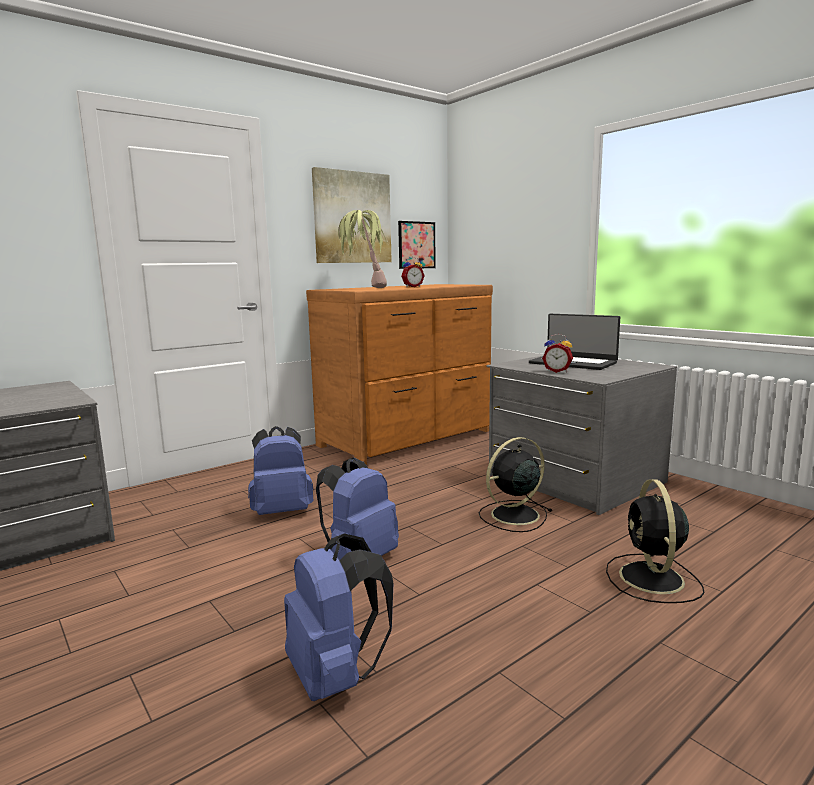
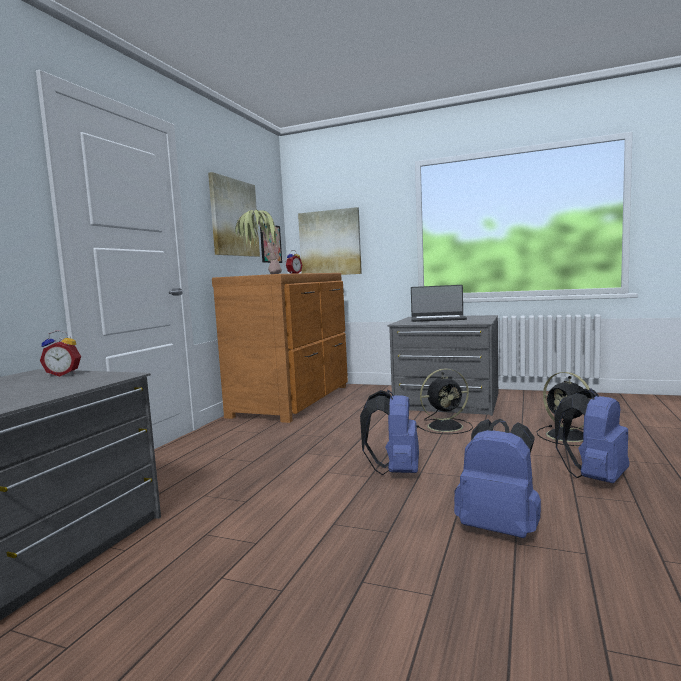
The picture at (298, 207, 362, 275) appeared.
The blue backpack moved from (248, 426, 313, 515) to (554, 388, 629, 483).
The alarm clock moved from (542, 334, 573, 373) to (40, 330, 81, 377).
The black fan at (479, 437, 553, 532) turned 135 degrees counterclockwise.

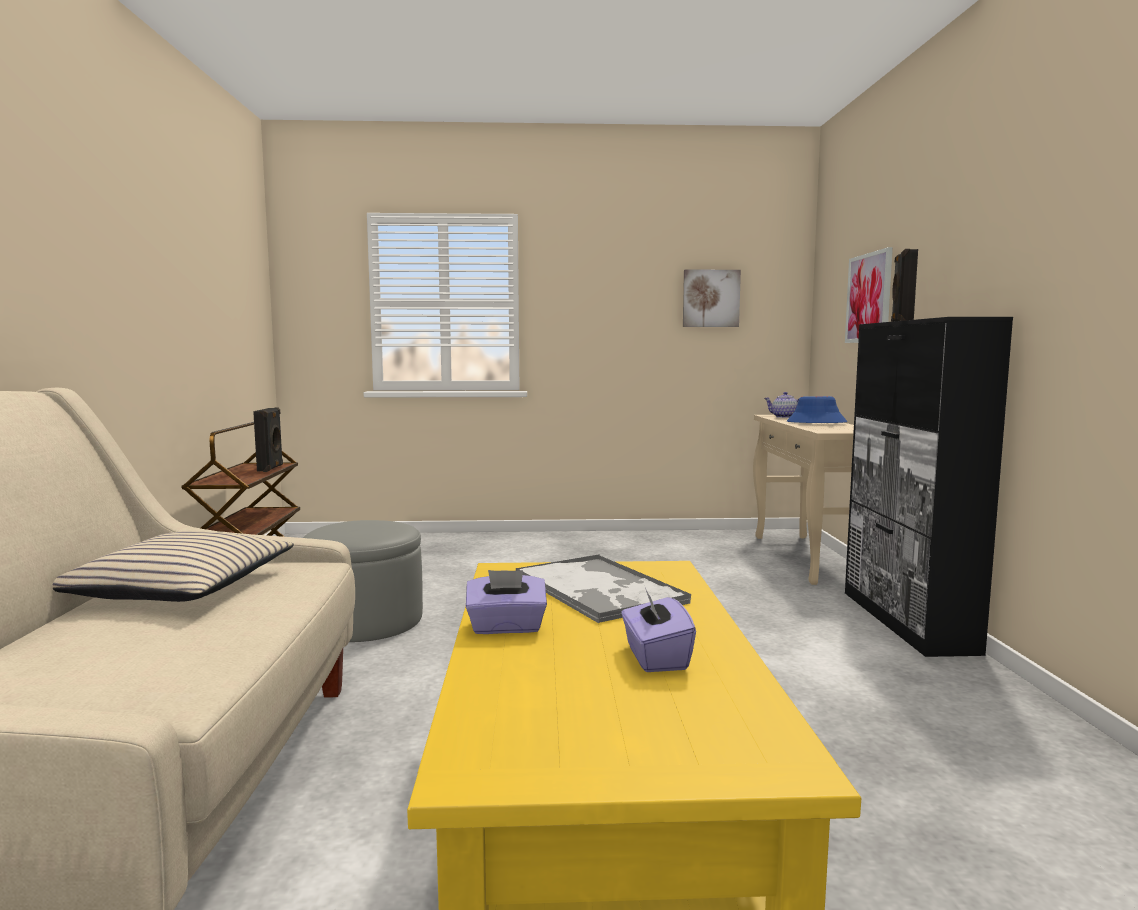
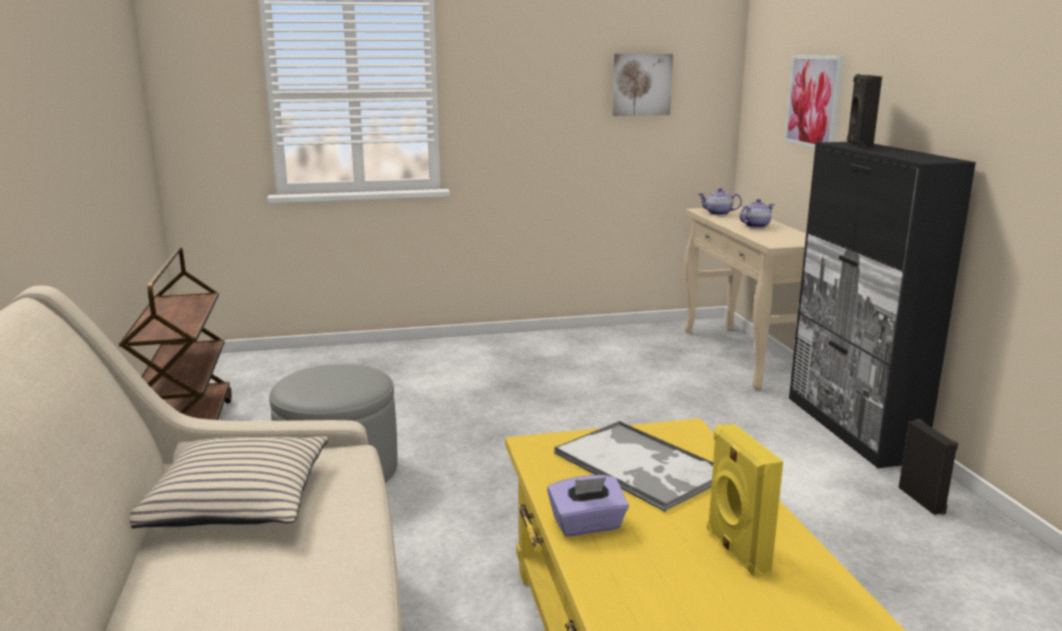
The black speaker moved from (253, 407, 283, 472) to (898, 419, 958, 515).
The purple tissue box at (621, 588, 696, 672) was replaced by the yellow speaker at (707, 424, 783, 577).
The blue hat at (787, 396, 847, 423) was replaced by the teapot at (740, 199, 775, 228).

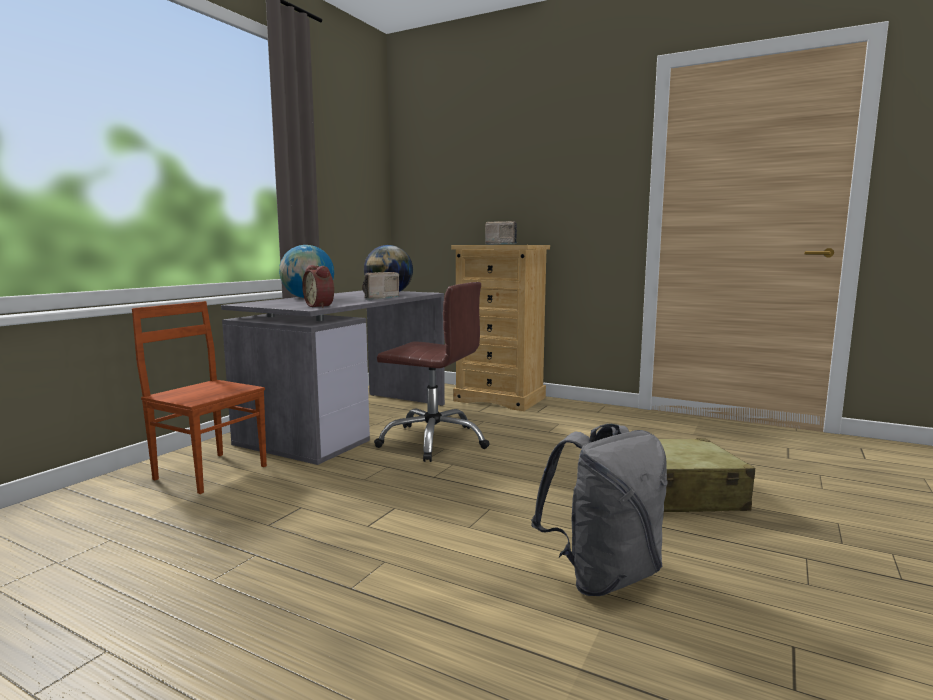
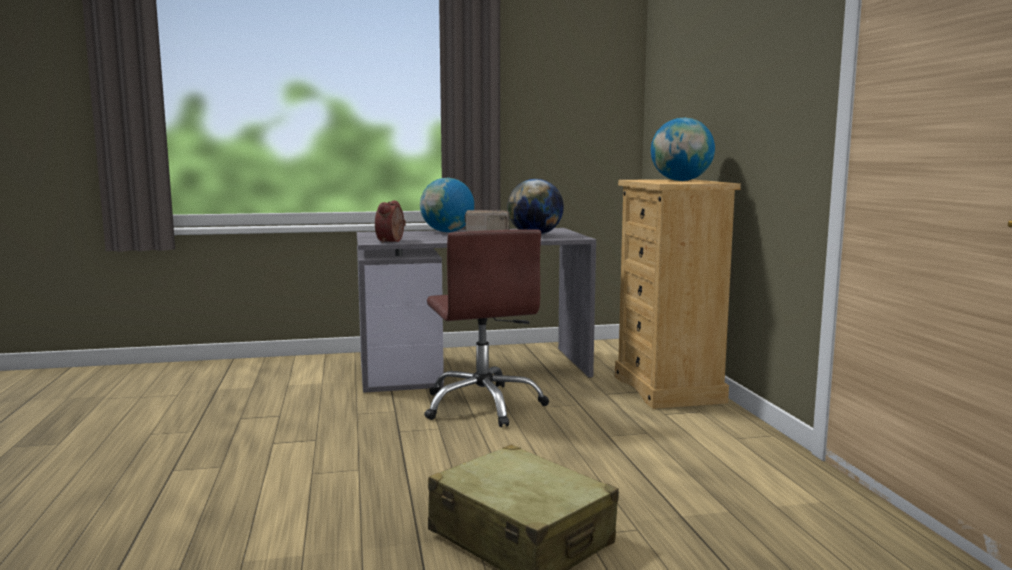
The brown chair at (132, 301, 267, 494) disappeared.
The grey backpack at (531, 424, 668, 596) disappeared.
The radio at (485, 221, 517, 245) was replaced by the globe at (651, 118, 715, 181).

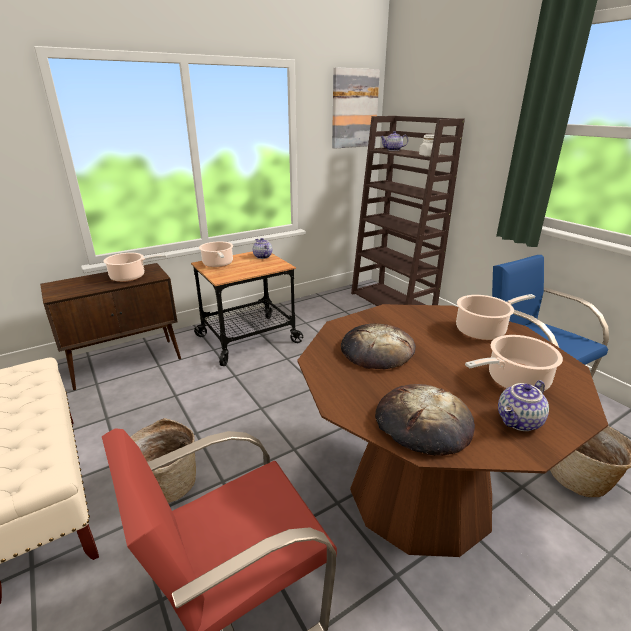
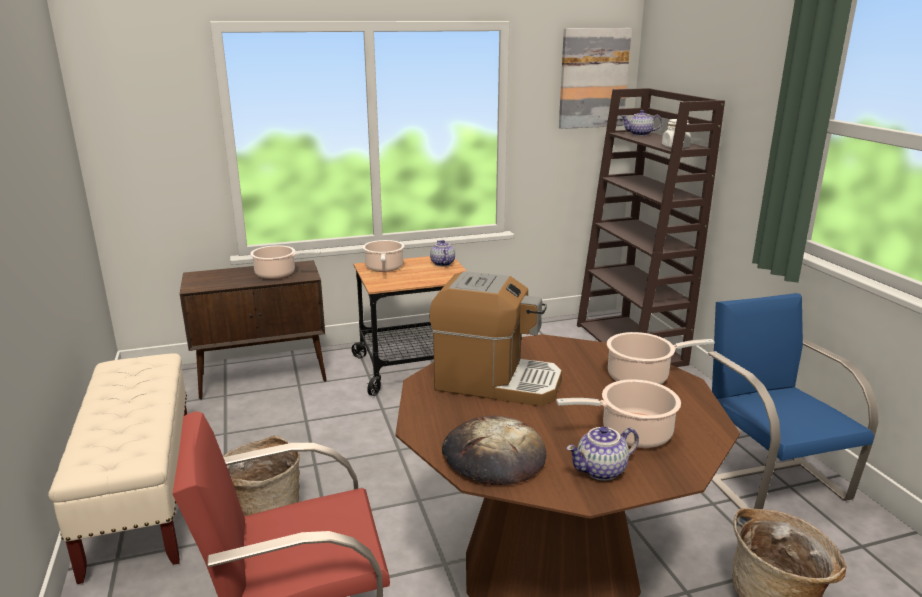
The bread at (341, 324, 416, 369) was replaced by the coffee machine at (429, 271, 562, 406).

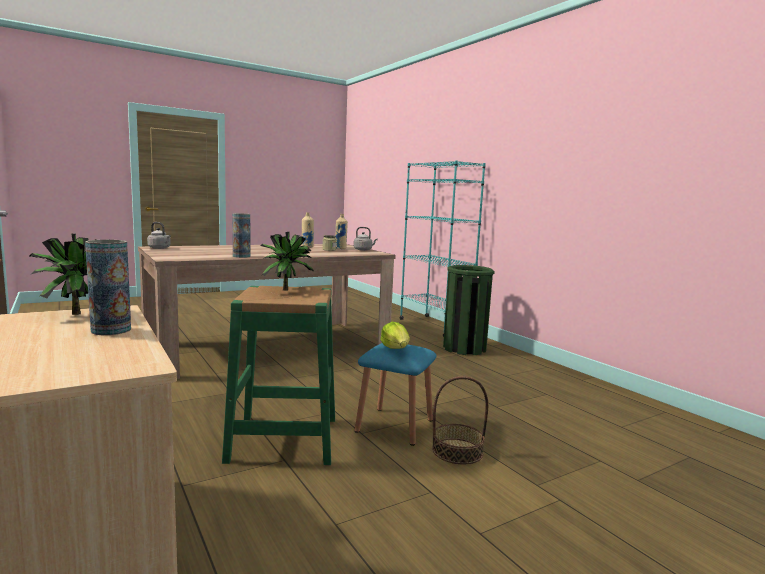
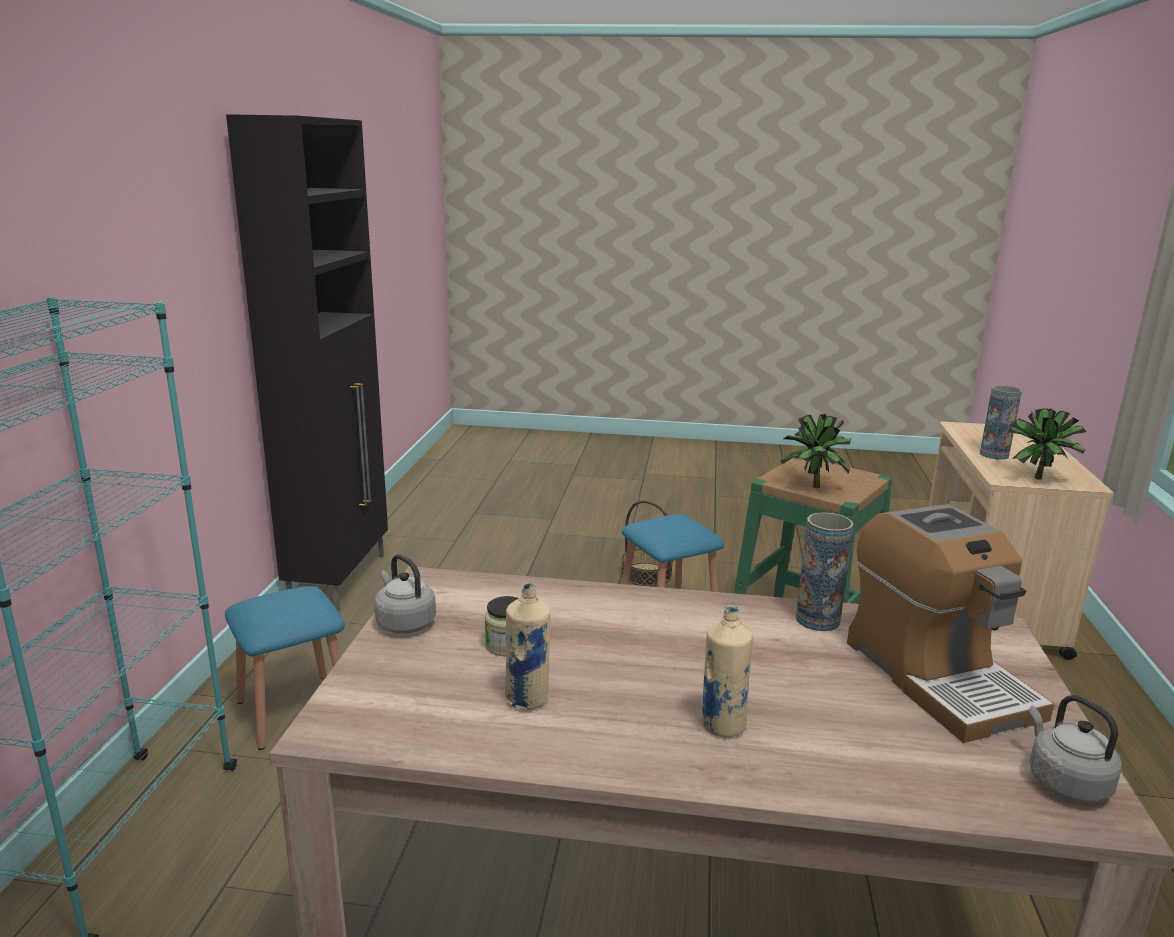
The lettuce at (380, 322, 410, 349) disappeared.
The black cabinet at (226, 114, 388, 611) appeared.
The coffee machine at (847, 504, 1054, 743) appeared.
The beige bottle moved from (335, 214, 348, 249) to (701, 605, 753, 738).
The green trash can at (443, 265, 495, 355) was replaced by the blue stool at (225, 586, 345, 750).

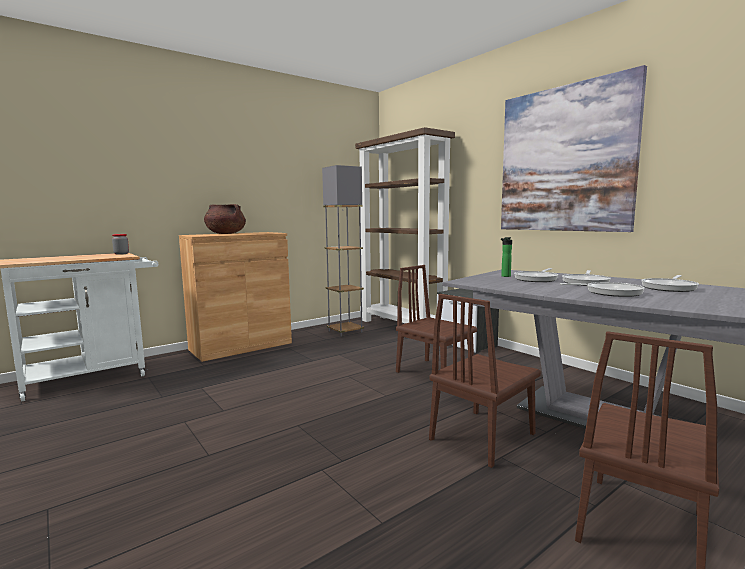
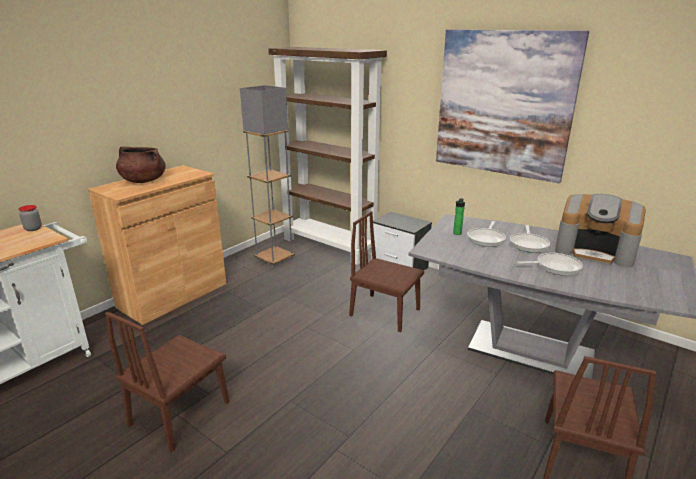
The brown chair moved from (429, 294, 541, 468) to (105, 312, 230, 453).
The frying pan at (641, 275, 699, 292) was replaced by the coffee machine at (555, 194, 646, 268).

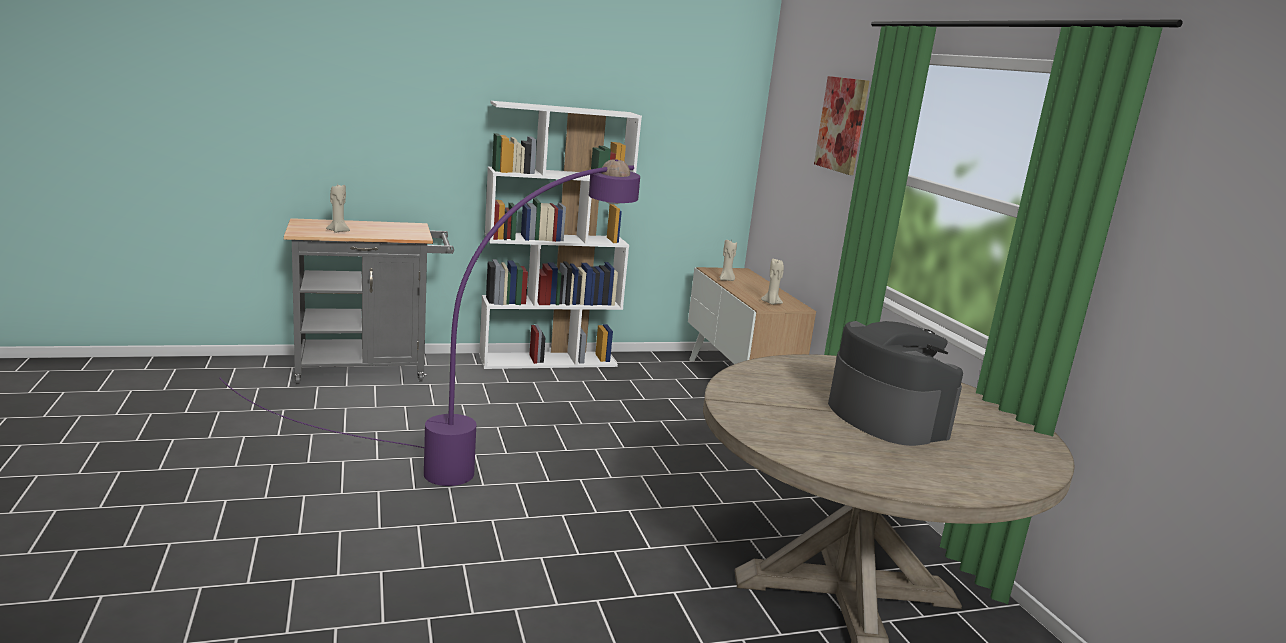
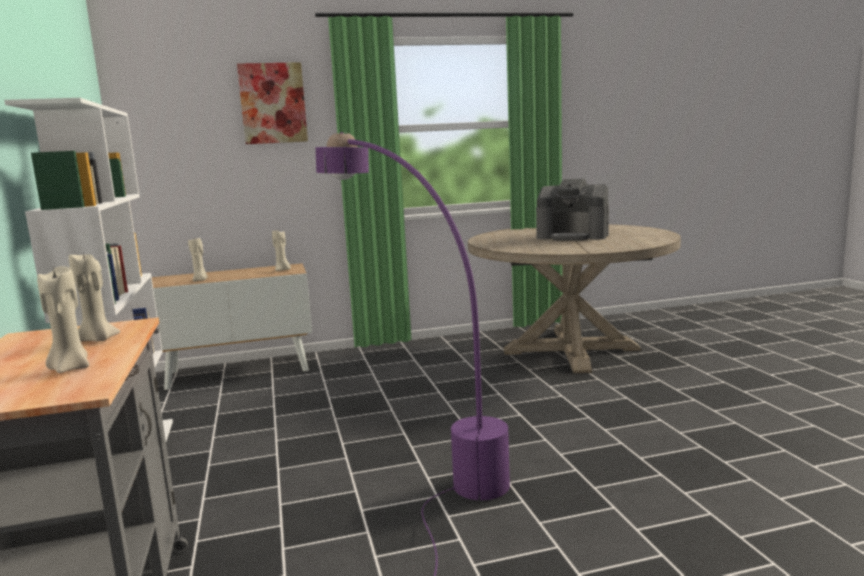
The beige candle at (69, 252, 120, 341) appeared.
The coffee machine at (828, 321, 963, 446) turned 135 degrees counterclockwise.

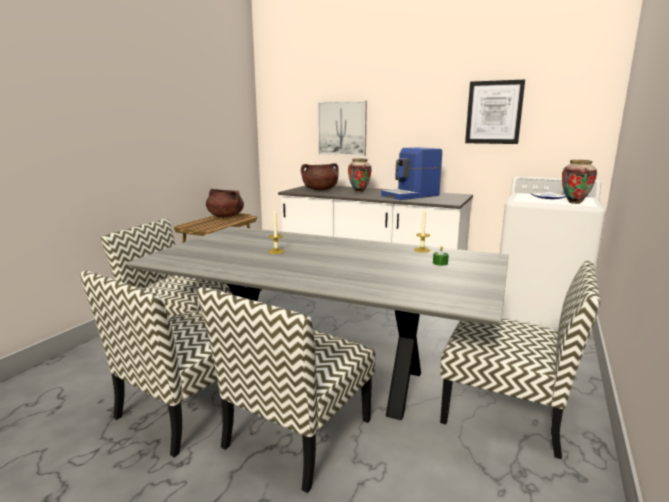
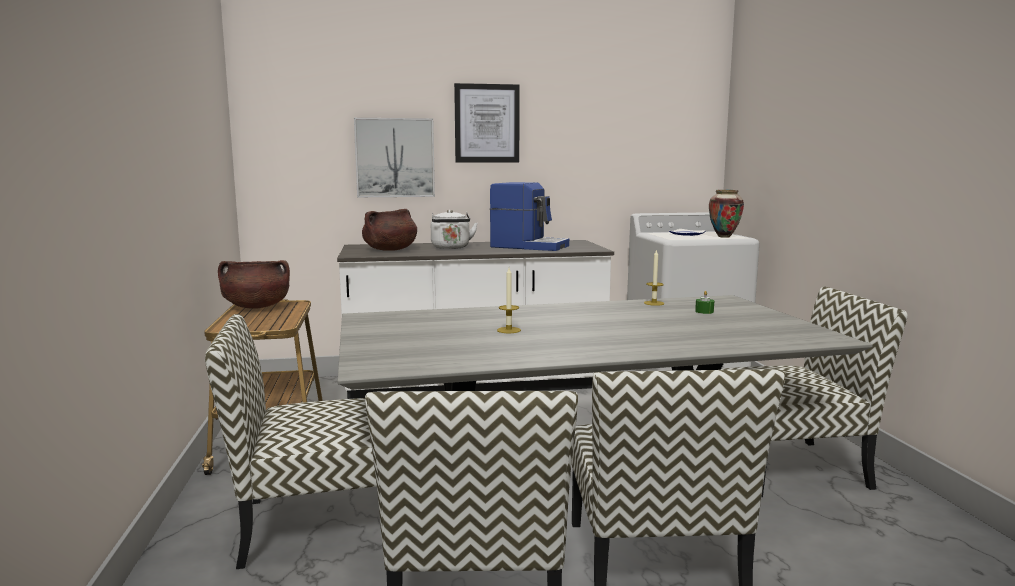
The picture moved from (465, 79, 525, 144) to (454, 83, 520, 162).
The vase at (348, 158, 372, 193) was replaced by the white kettle at (431, 210, 478, 249).
The coffee machine at (381, 147, 442, 200) turned 90 degrees counterclockwise.

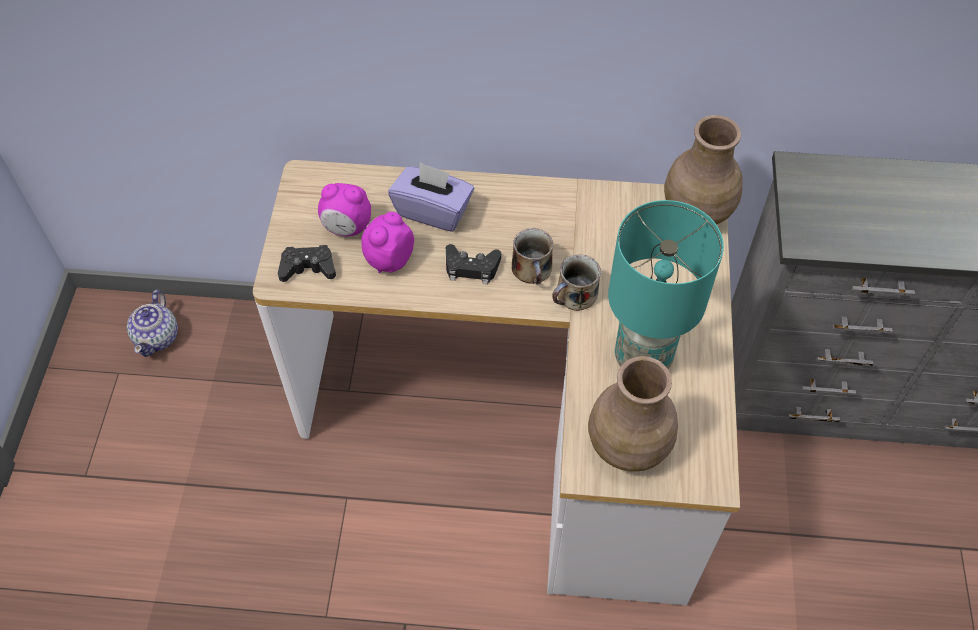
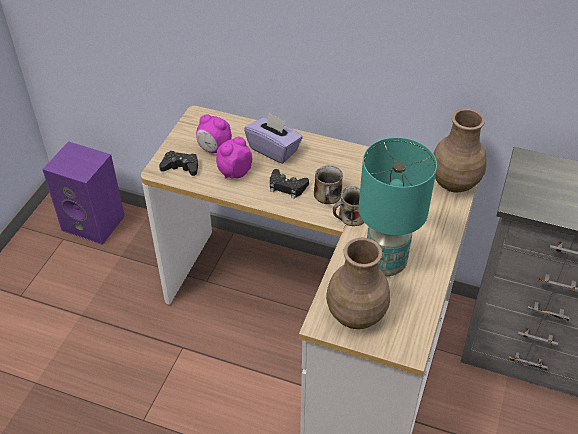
The teapot at (127, 290, 178, 357) was replaced by the purple speaker at (42, 141, 125, 245).

